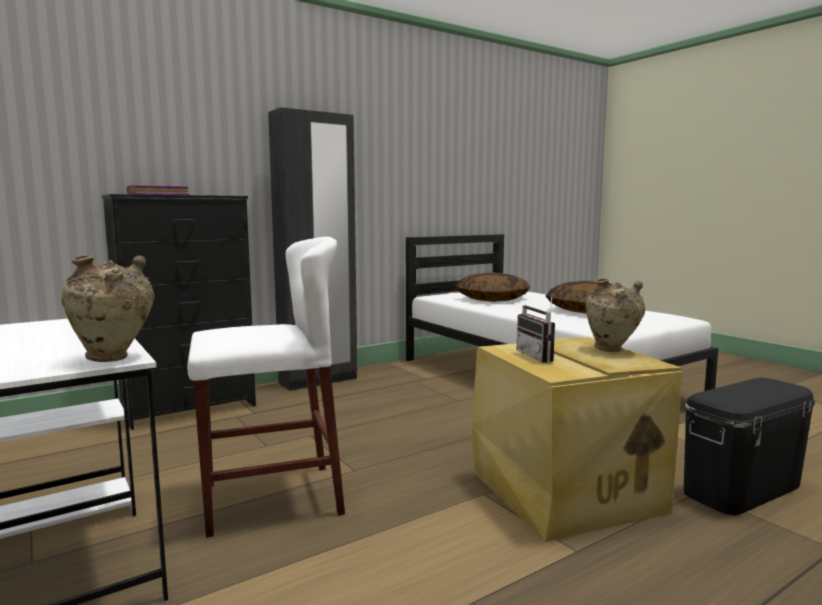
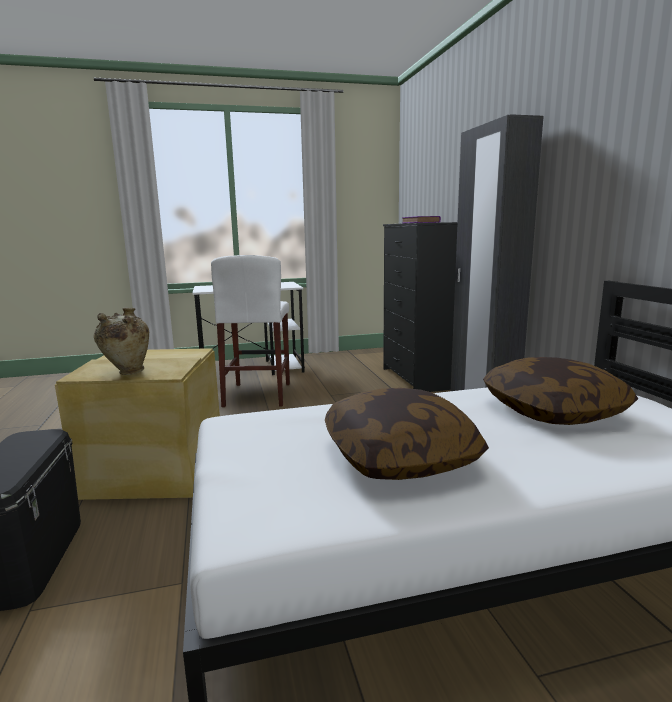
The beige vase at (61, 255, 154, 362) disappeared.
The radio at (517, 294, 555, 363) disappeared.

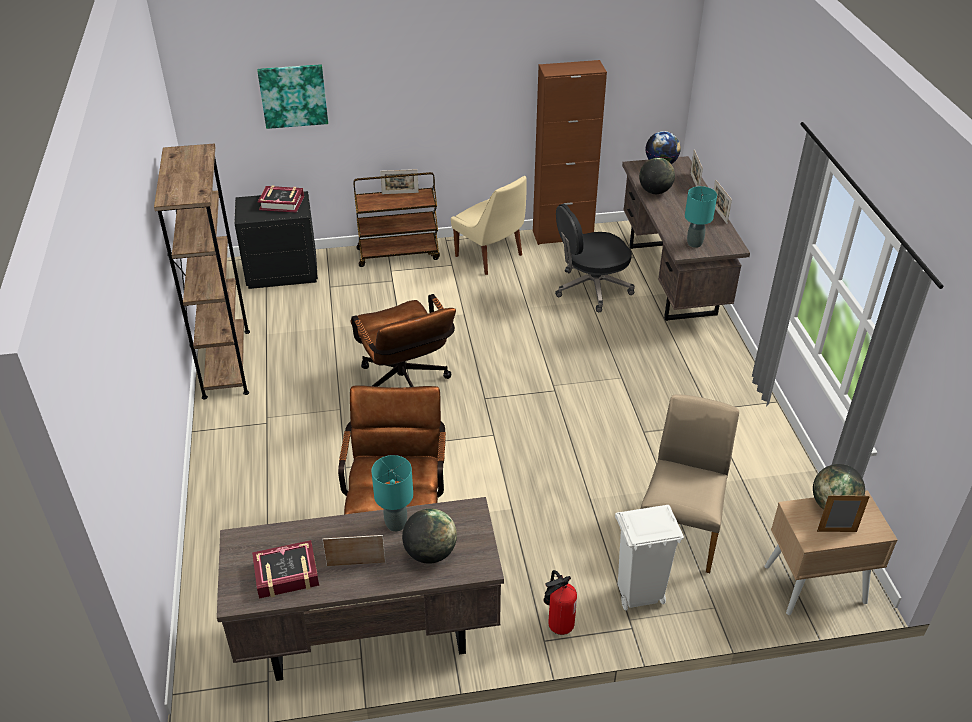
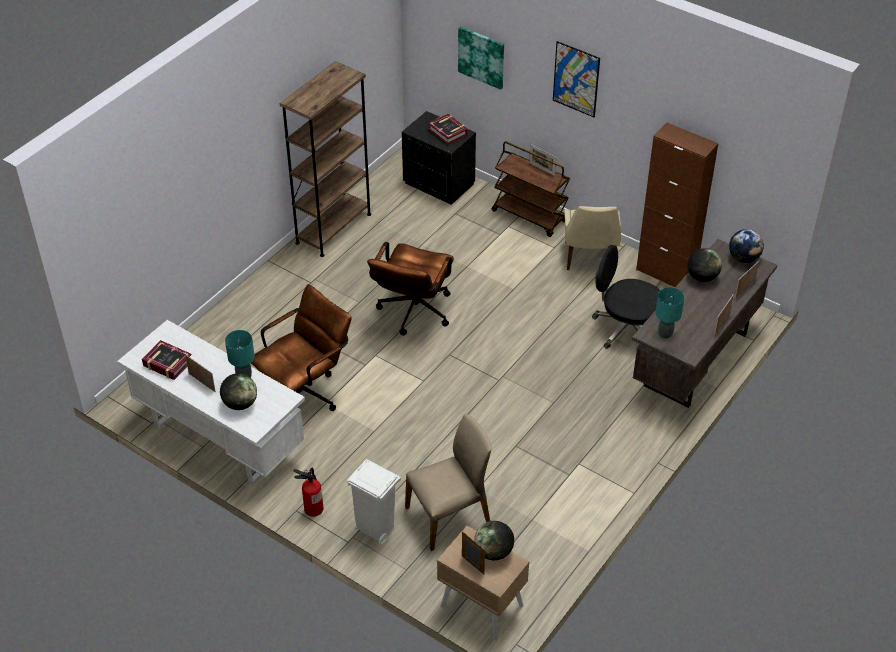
The picture at (553, 41, 600, 117) appeared.
The brown desk at (217, 497, 504, 681) became the white desk at (117, 320, 305, 485).

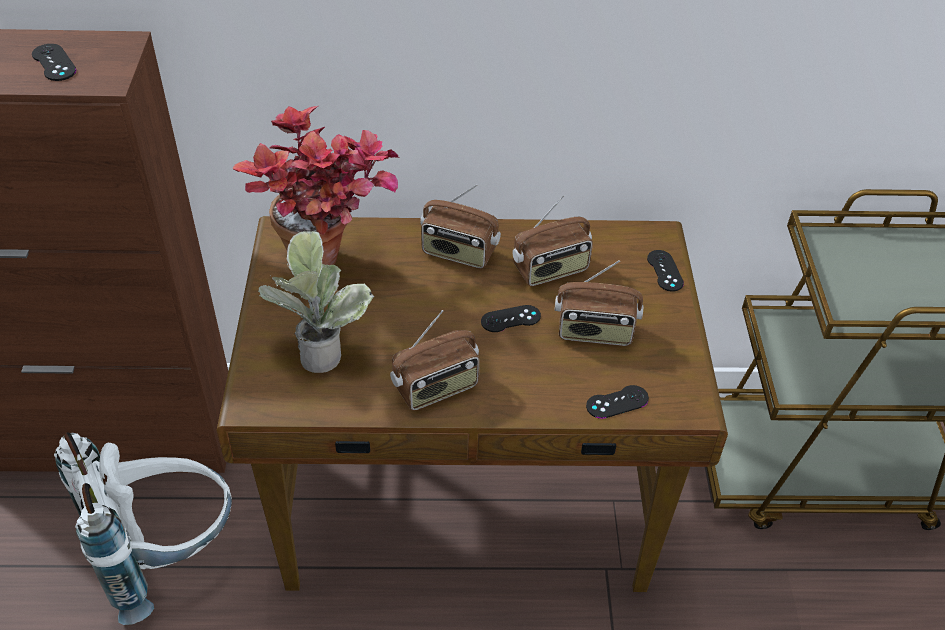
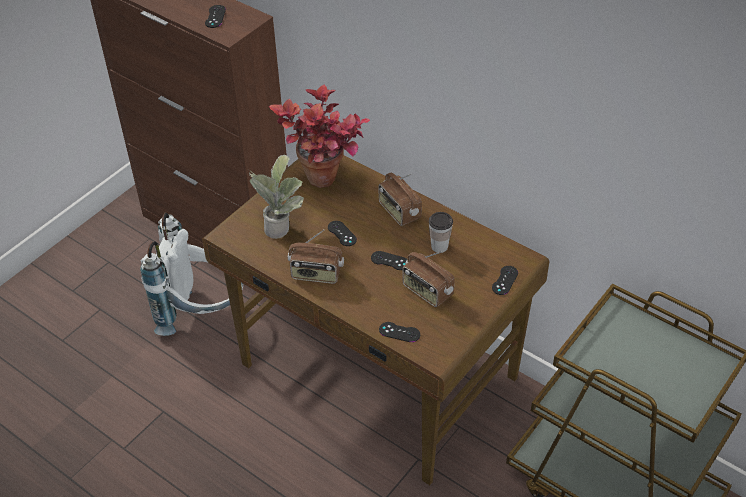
The black game controller at (328, 221, 357, 246) appeared.
The radio at (512, 195, 593, 286) was replaced by the cup at (429, 212, 453, 253).

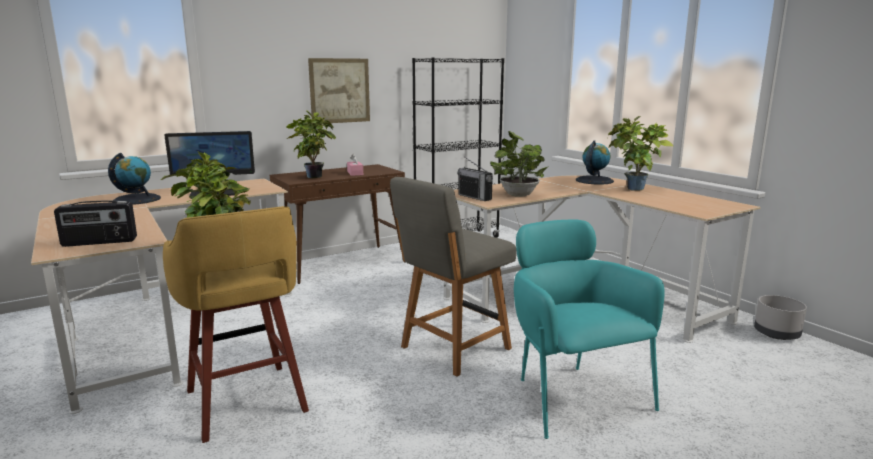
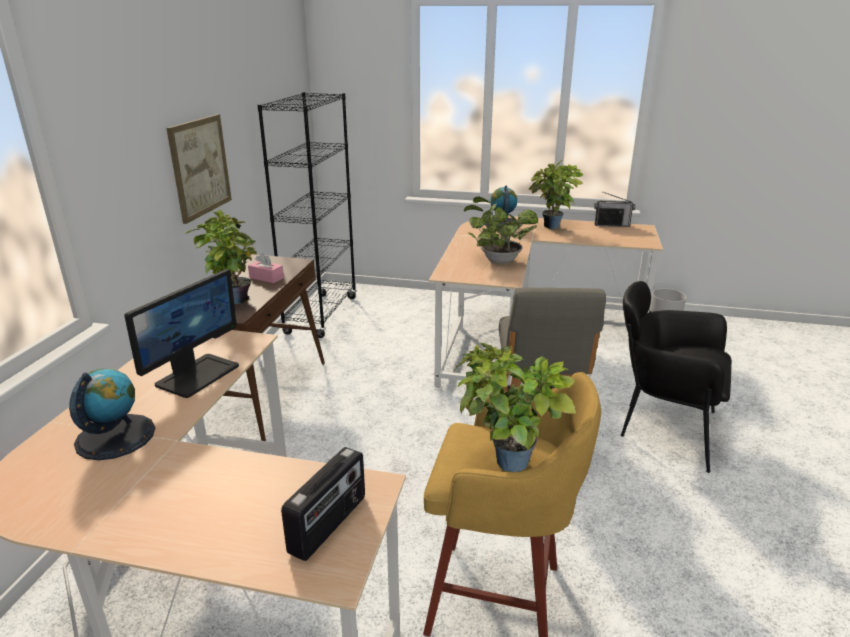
The radio moved from (457, 157, 493, 201) to (594, 192, 635, 227).
The turquoise armchair at (514, 220, 665, 439) became the black armchair at (621, 281, 731, 473).

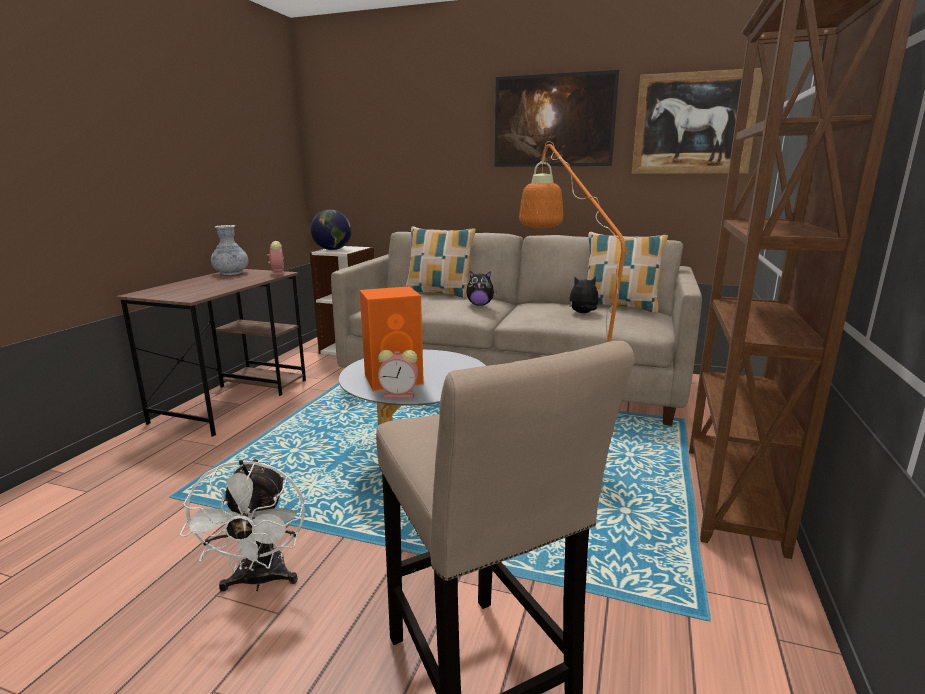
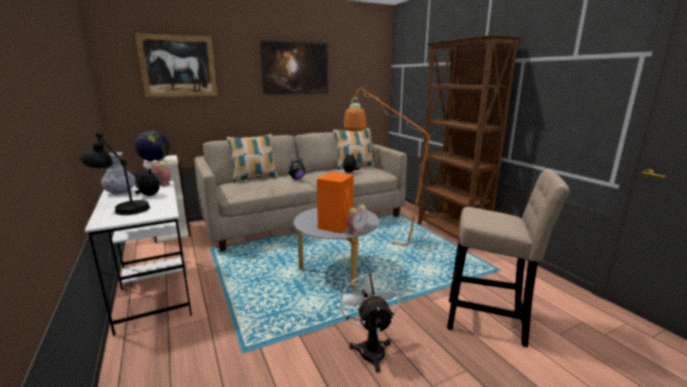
The black table lamp at (80, 133, 150, 215) appeared.
The plush toy at (135, 166, 160, 196) appeared.
The picture moved from (632, 68, 762, 174) to (135, 33, 218, 97).
The brown desk at (116, 269, 306, 437) became the white desk at (84, 181, 192, 336).
The white fan at (180, 459, 305, 591) turned 135 degrees counterclockwise.

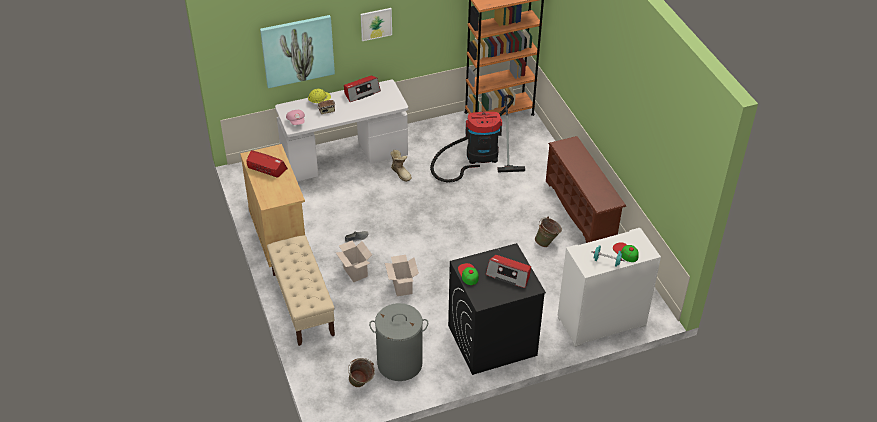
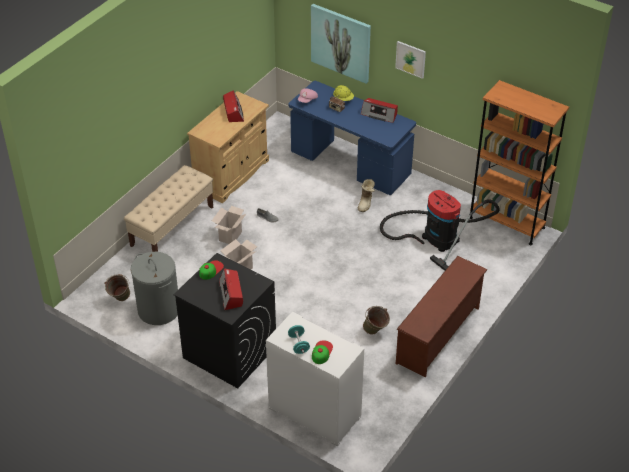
The white desk at (275, 80, 408, 181) became the blue desk at (288, 81, 416, 195).

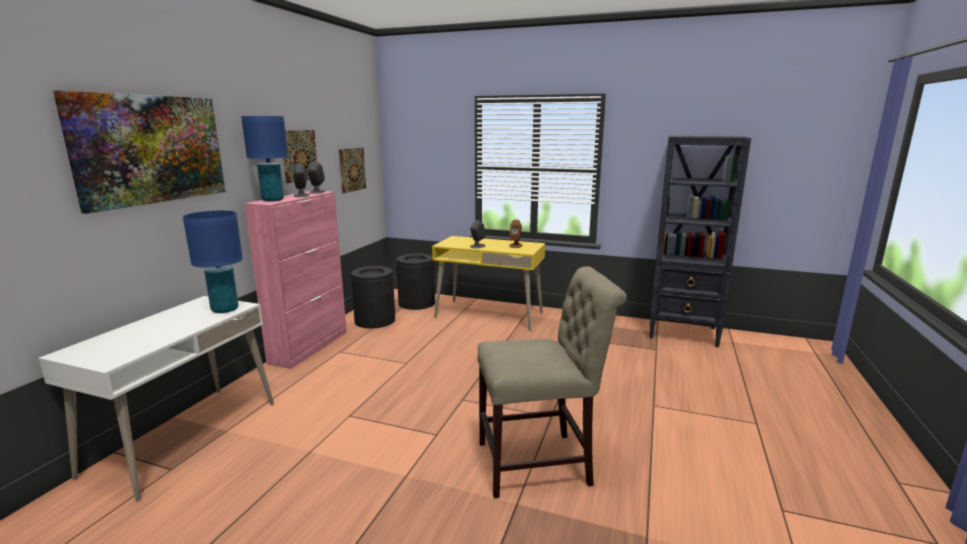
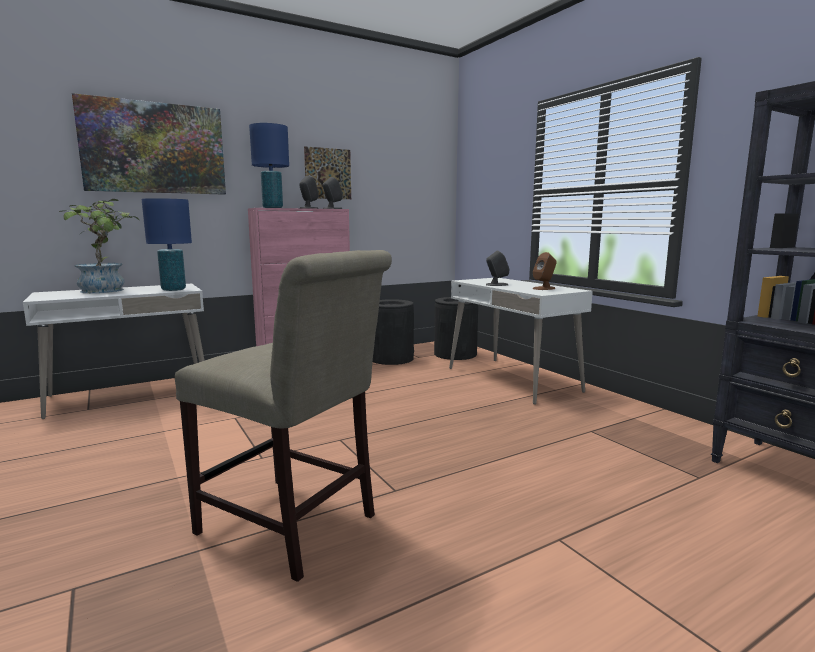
The picture at (339, 147, 366, 194) disappeared.
The potted plant at (59, 199, 139, 293) appeared.
The yellow desk at (432, 236, 545, 331) became the white desk at (449, 278, 593, 405).

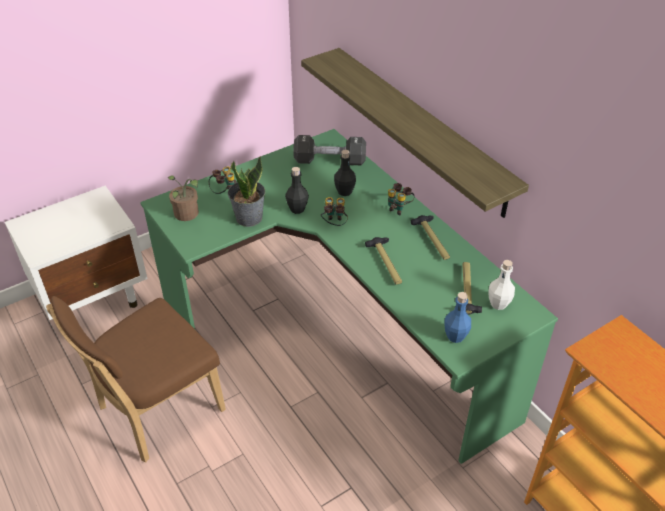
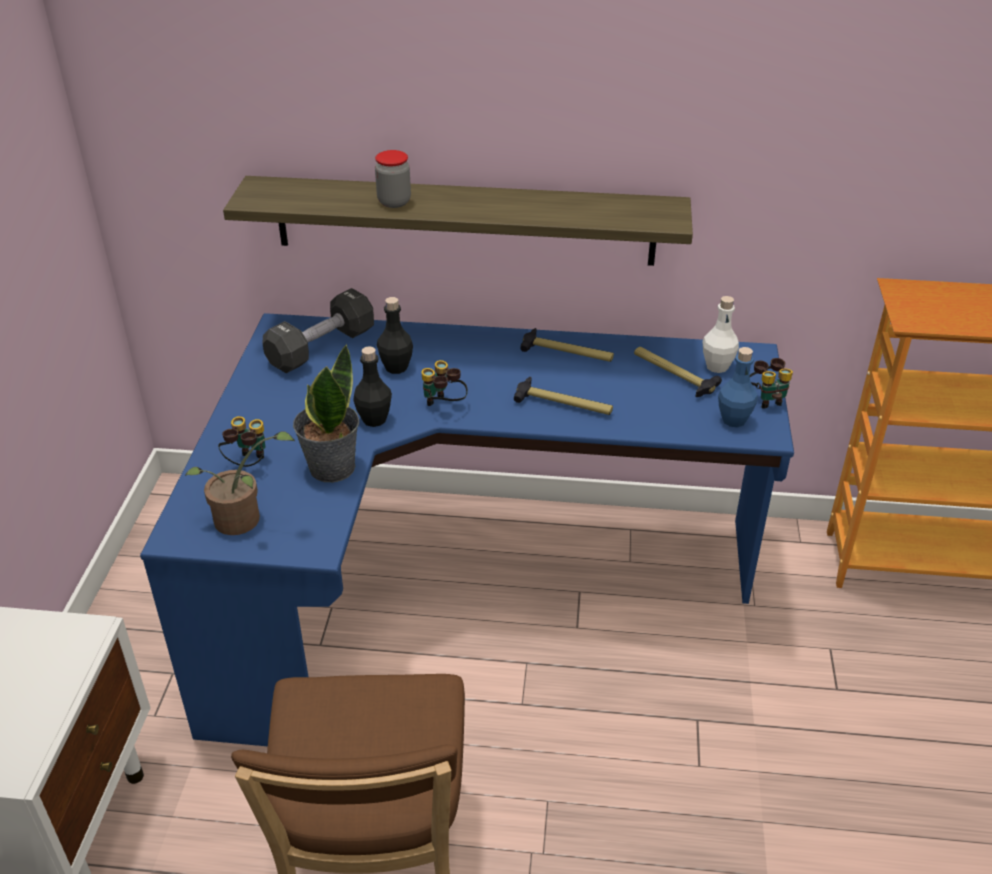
The jar at (375, 150, 411, 208) appeared.
The binoculars moved from (388, 183, 415, 215) to (750, 358, 793, 409).
The green desk at (141, 129, 558, 464) became the blue desk at (140, 313, 794, 746).

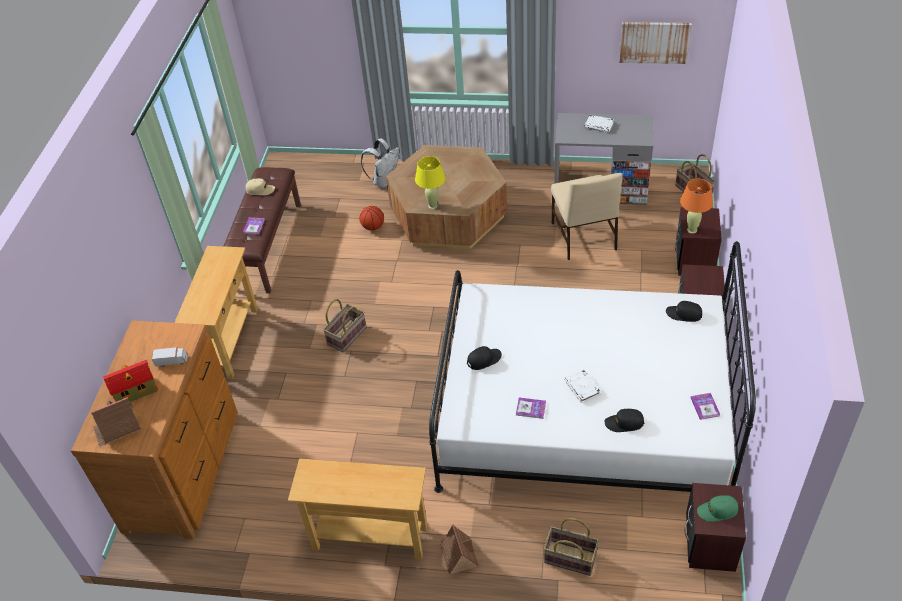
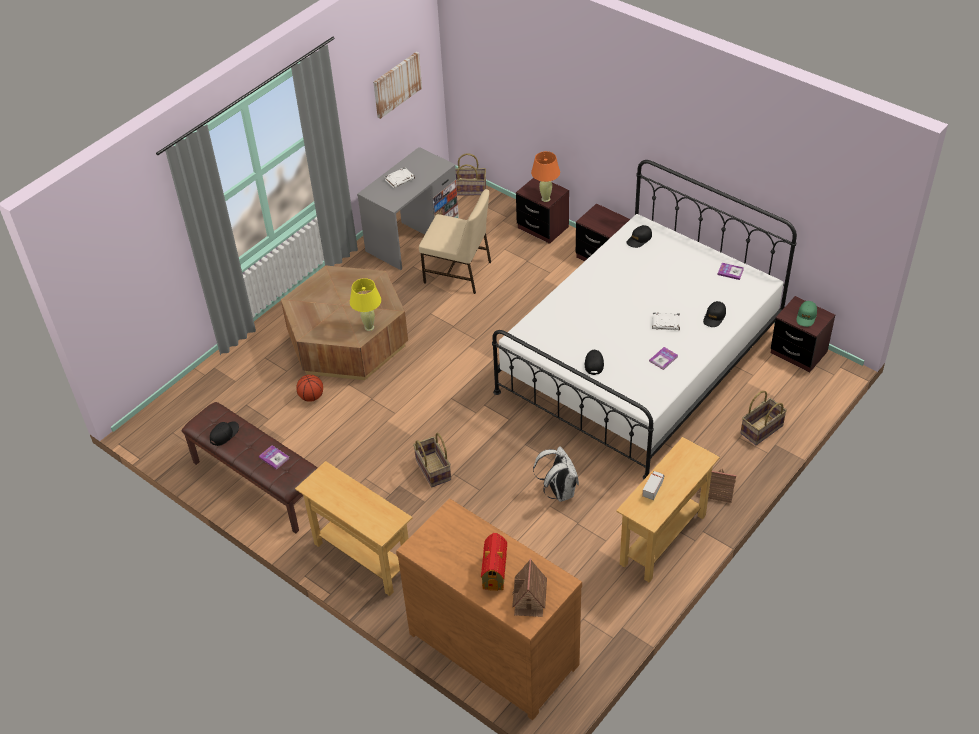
The toy truck moved from (152, 347, 188, 367) to (642, 471, 665, 500).
The white backpack moved from (361, 138, 399, 188) to (533, 446, 579, 502).
The beige cap at (246, 179, 275, 195) became the black cap at (210, 421, 239, 446).

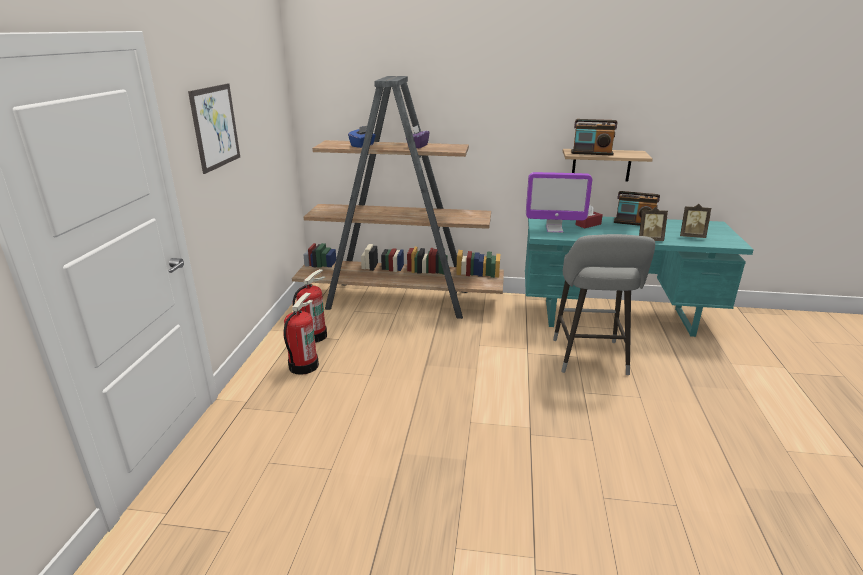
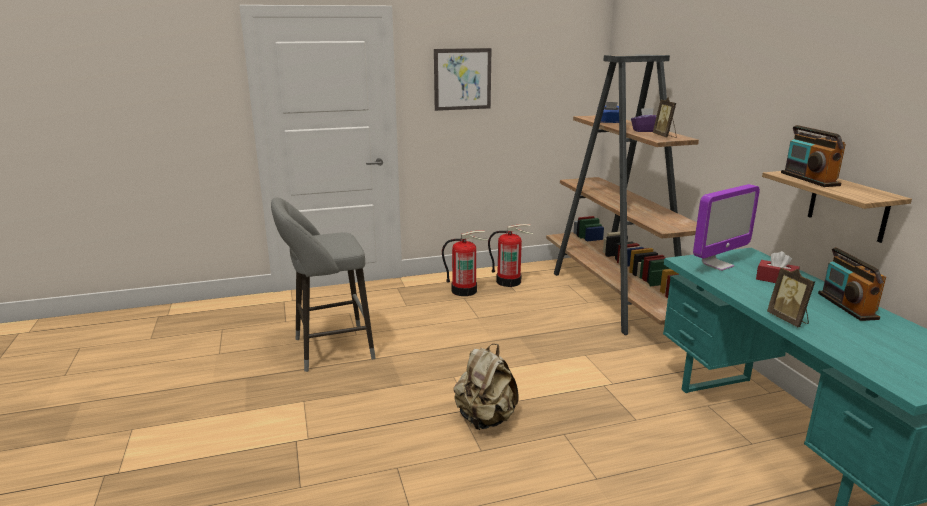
The beige backpack at (454, 344, 519, 430) appeared.
The grey stool moved from (553, 234, 655, 375) to (271, 197, 376, 372).
The picture frame moved from (680, 204, 712, 238) to (653, 97, 677, 138).
The monitor at (526, 172, 592, 233) turned 105 degrees counterclockwise.

